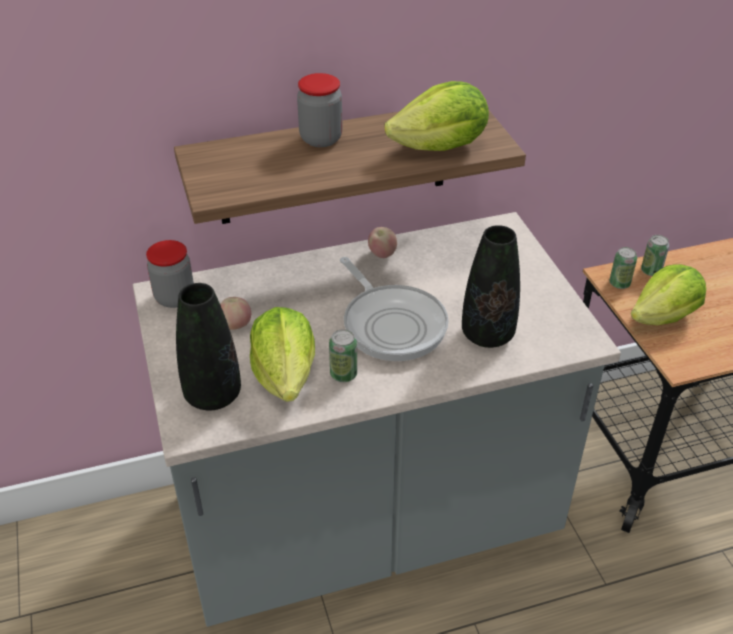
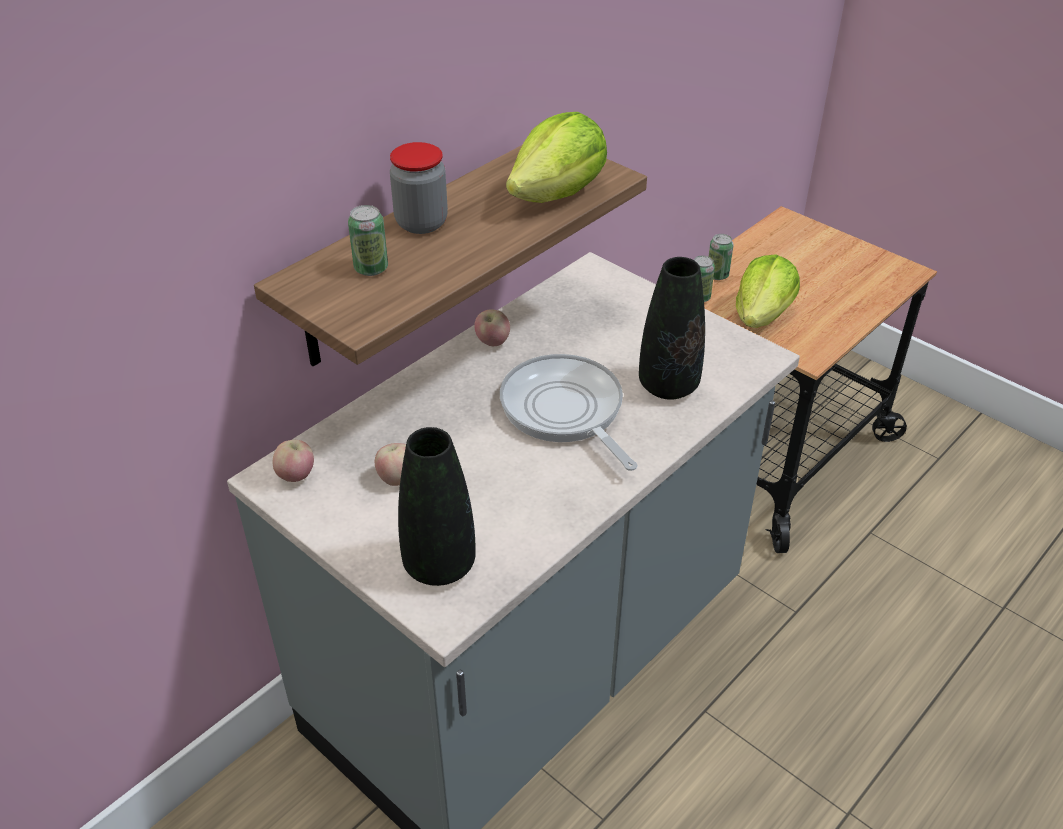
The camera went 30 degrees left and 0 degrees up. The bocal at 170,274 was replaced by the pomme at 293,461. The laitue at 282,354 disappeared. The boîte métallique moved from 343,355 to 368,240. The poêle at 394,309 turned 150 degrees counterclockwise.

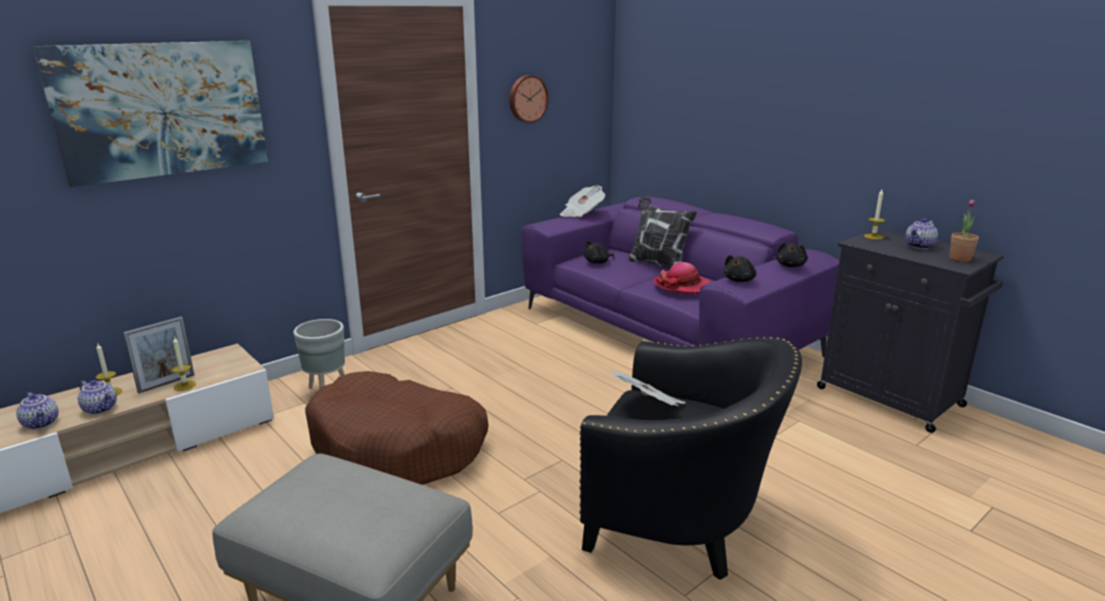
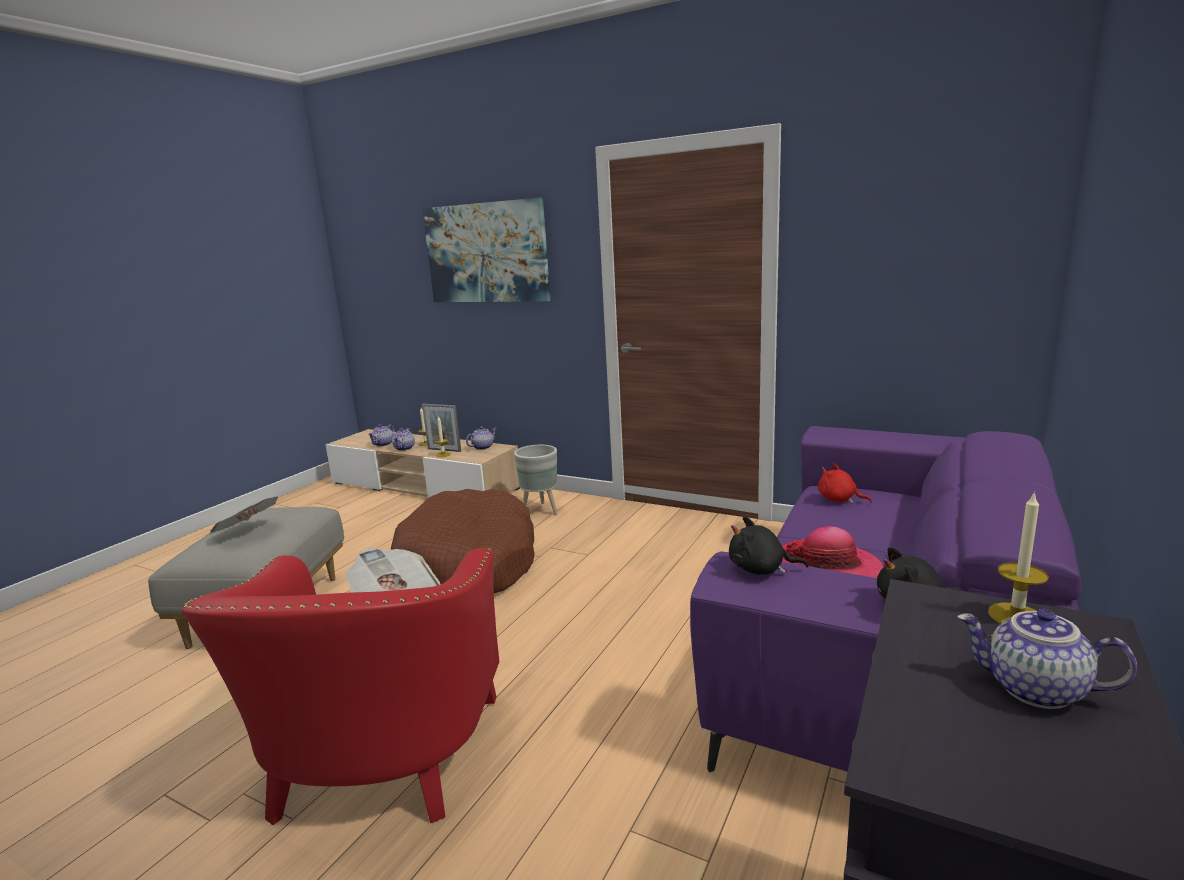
The camera went 70 degrees right and 5 degrees down. The horloge murale at 529,99 disappeared. The journal moved from 582,201 to 243,515. The fauteuil/noir at 690,458 became the fauteuil/rouge at 340,686. The peluche/noir at 599,252 became the peluche/rouge at 845,483. The coussin at 663,233 disappeared. The plante en pot at 964,230 disappeared. The théière at 481,438 appeared.

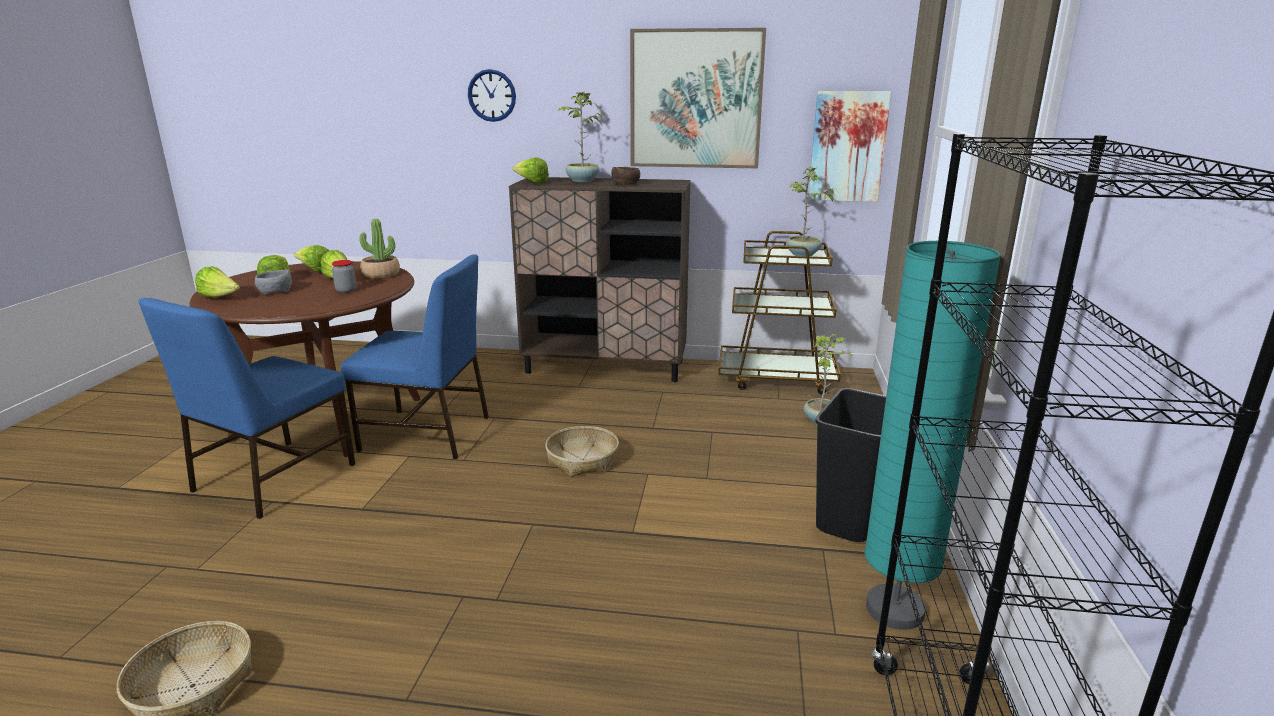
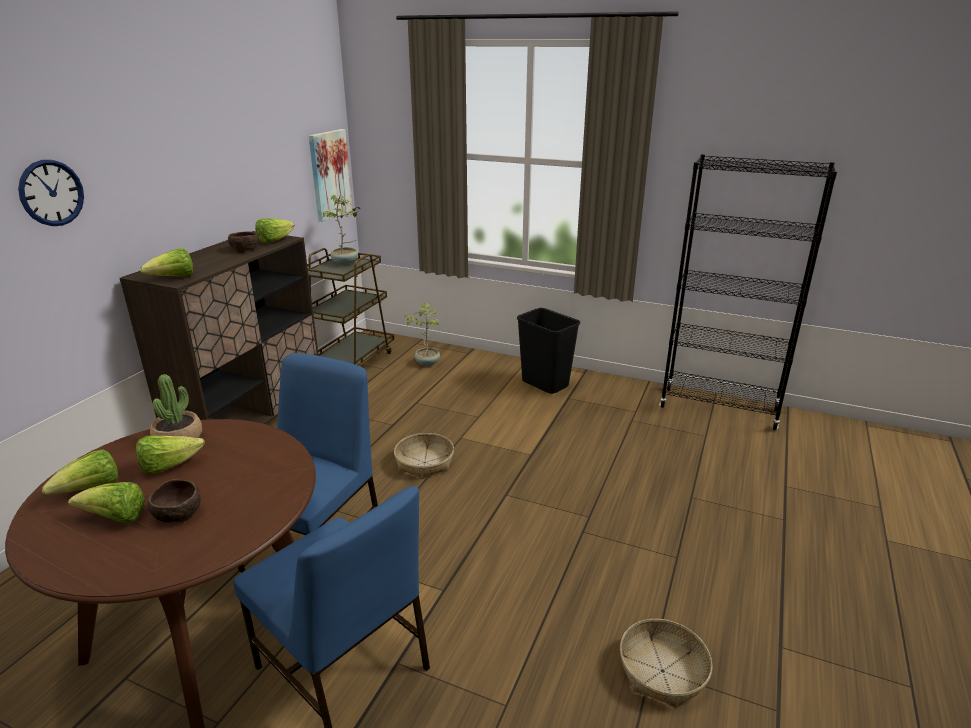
The camera went 75 degrees left and 5 degrees up. The laitue moved from 217,282 to 275,230. The bol/gris at 273,281 became the bol/marron at 174,501. The bocal at 344,276 disappeared. The plante en pot at 581,137 disappeared. The tableau at 698,98 disappeared. The lampadaire/turquoise at 932,435 disappeared.

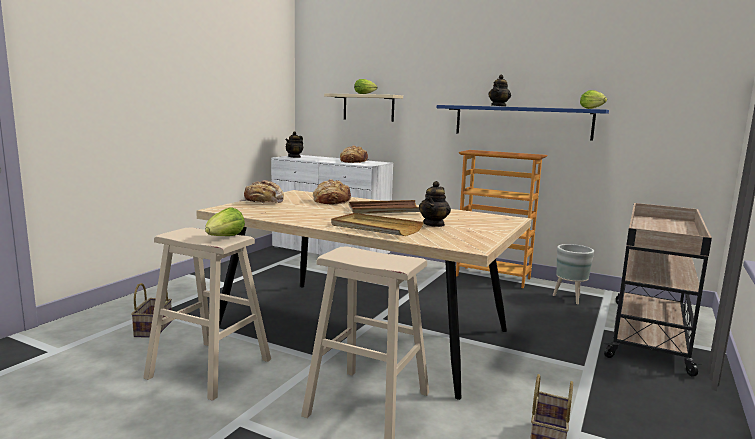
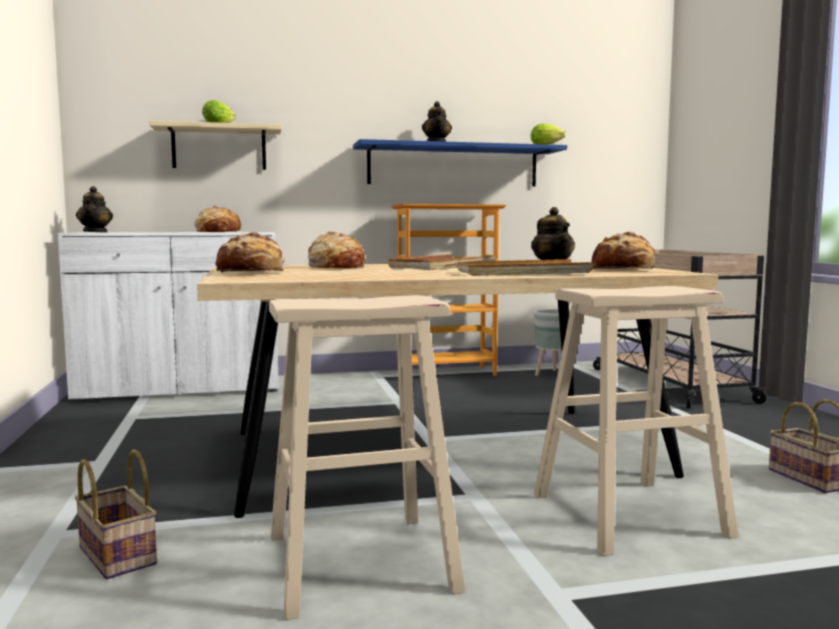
The camera went 40 degrees left and 5 degrees down. The laitue at 225,221 disappeared. The pain at 623,250 appeared.

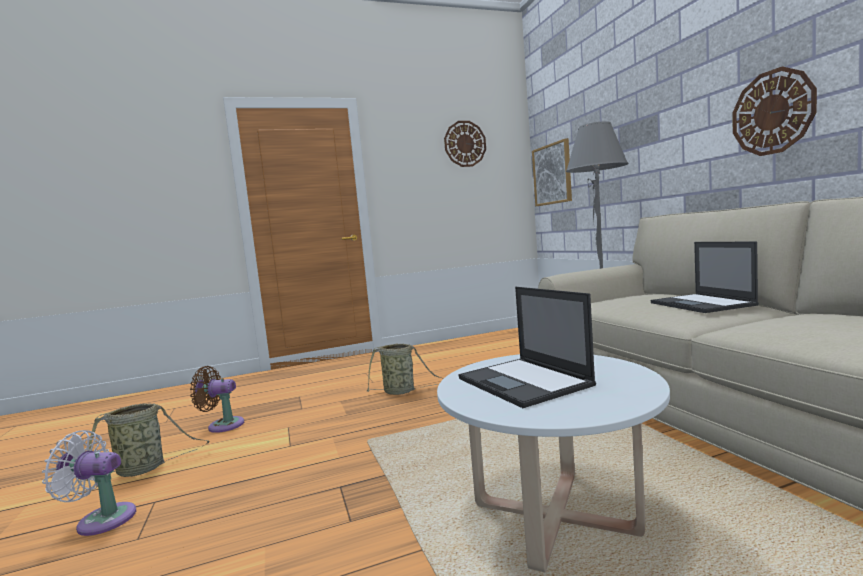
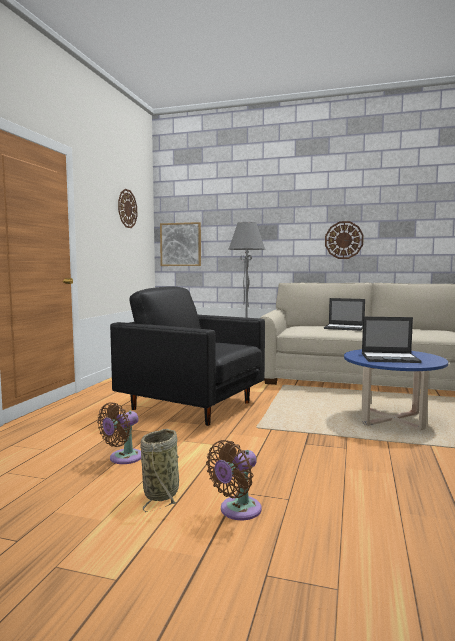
The camera went 55 degrees left and 0 degrees up. The ventilateur/blanc at 89,483 became the ventilateur/marron at 234,480. The panier at 405,369 was replaced by the fauteuil/noir at 187,356. The table basse/blanc at 553,463 became the table basse/bleu at 396,390.

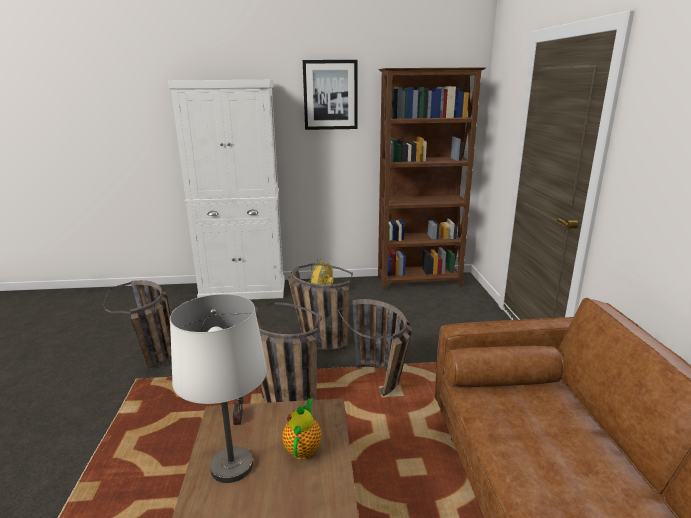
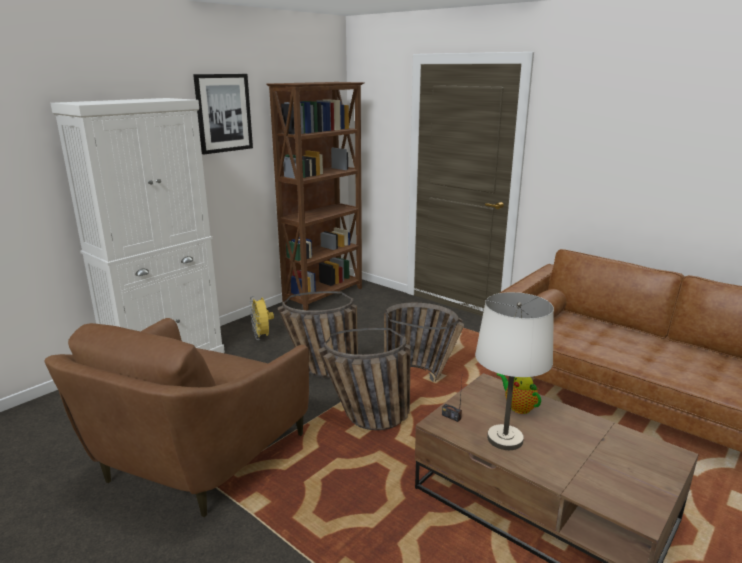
The camera went 45 degrees left and 0 degrees up. The panier at 137,324 was replaced by the fauteuil/marron at 177,417.

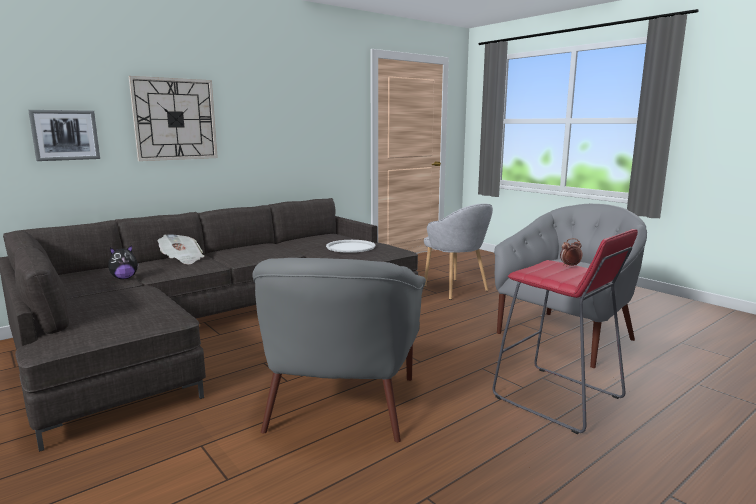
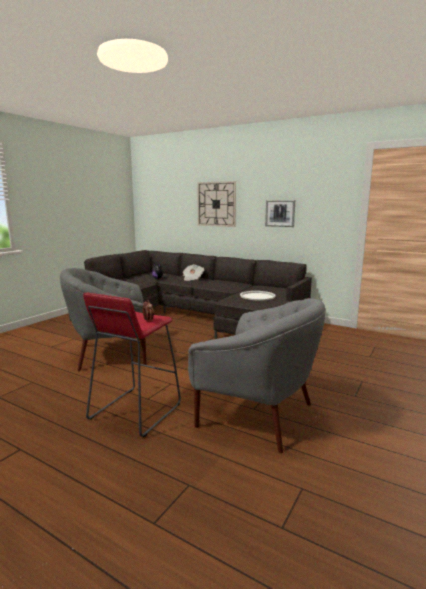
The camera went 70 degrees right and 0 degrees up. The tableau moved from 64,135 to 280,213. The fauteuil/gris at 458,251 disappeared.

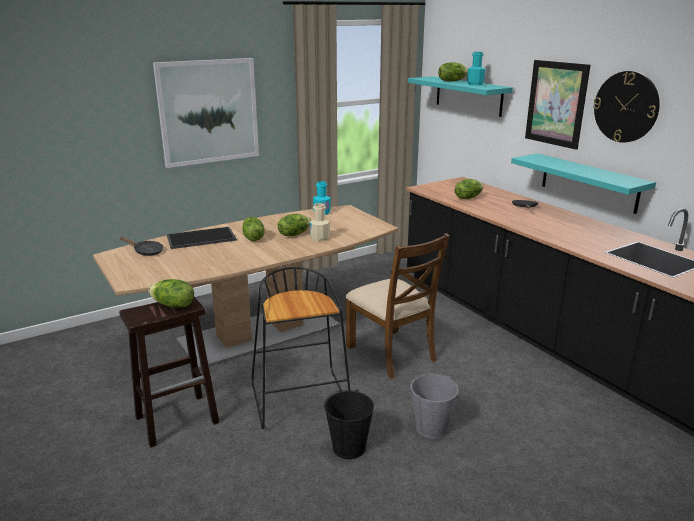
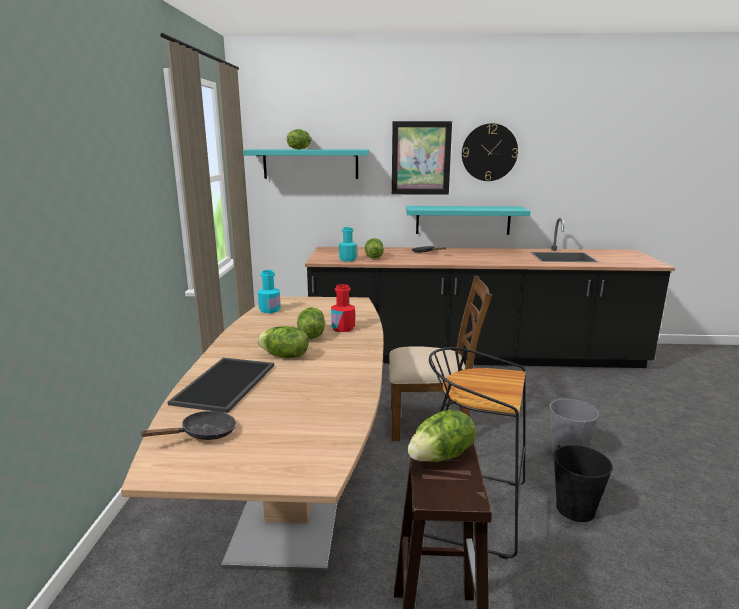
The camera went 55 degrees left and 5 degrees down. The tableau at 206,113 disappeared. The bouteille/beige at 320,222 became the bouteille/rouge at 343,308. The bouteille/turquoise moved from 476,69 to 348,244.

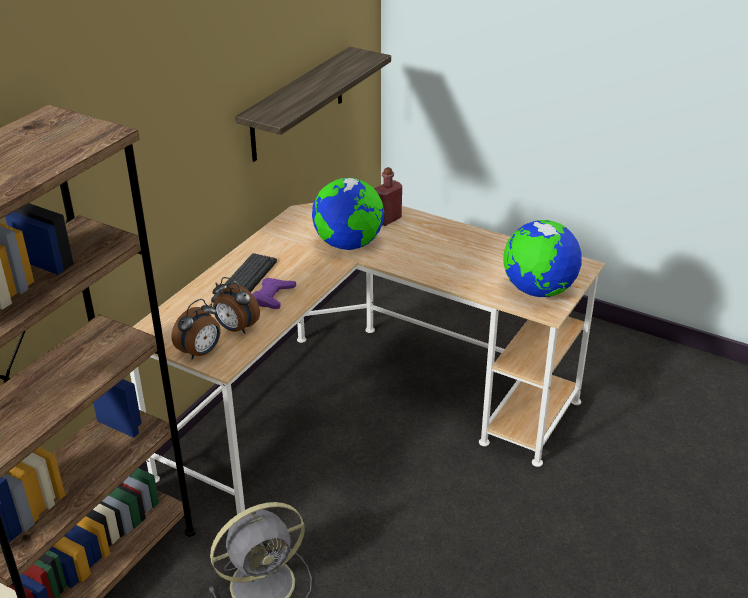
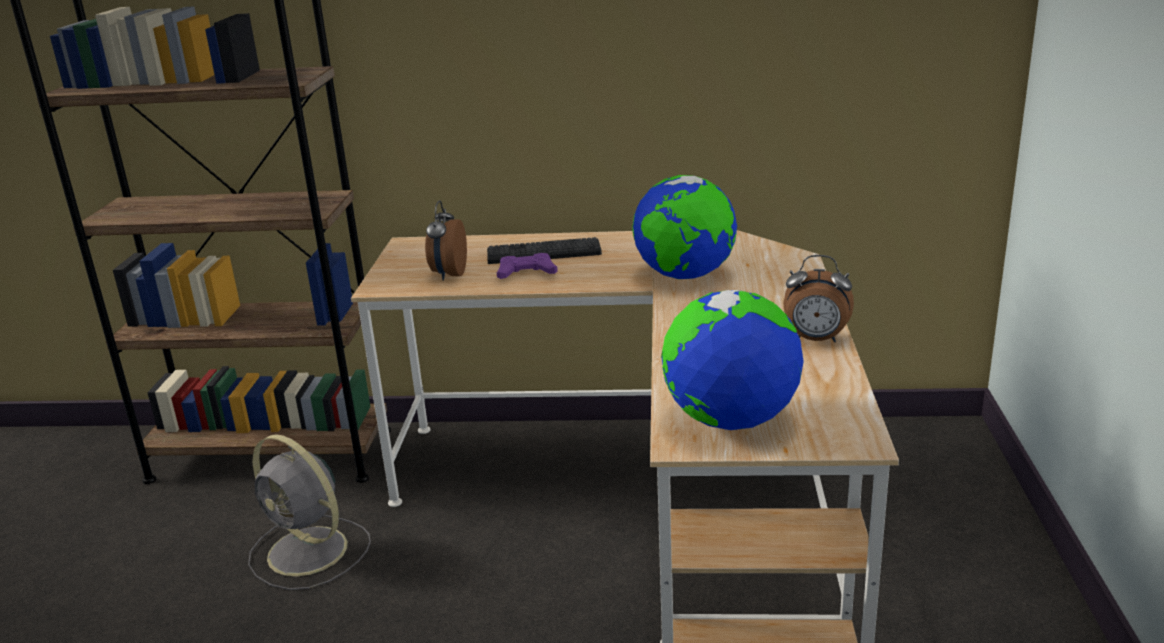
The camera went 65 degrees right and 10 degrees down. The réveil moved from 195,329 to 818,298. The étagère at 313,104 disappeared. The bouteille/rouge at 388,196 disappeared.

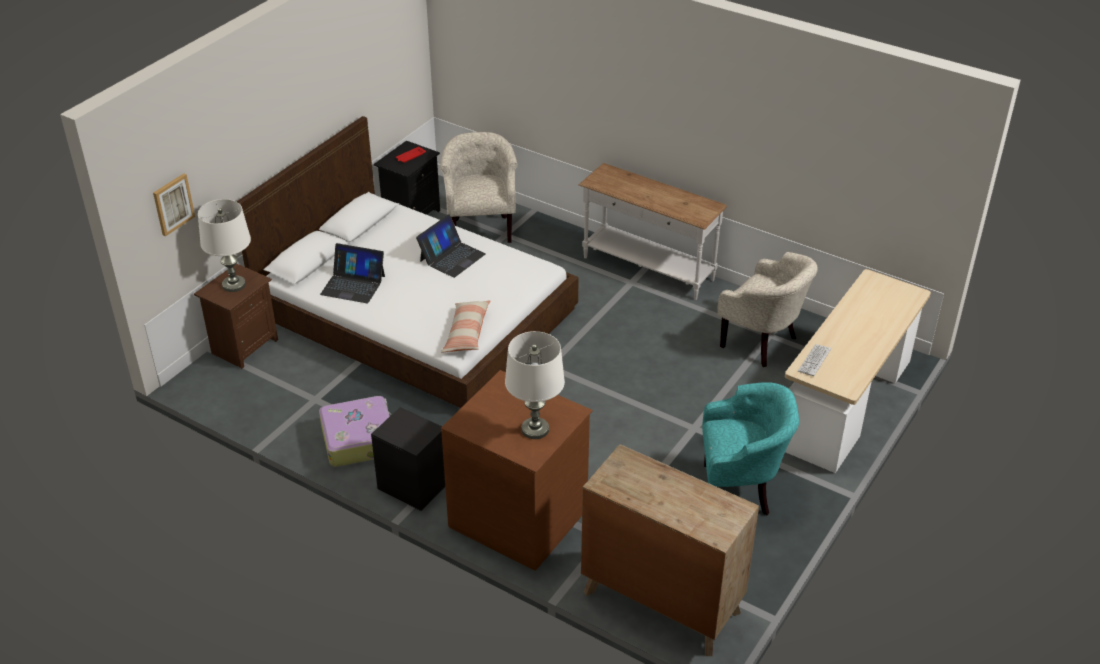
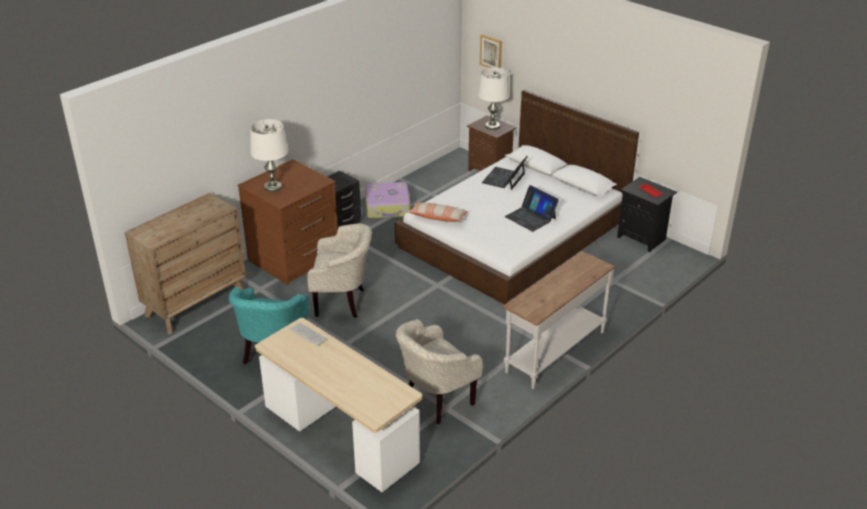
The camera went 100 degrees right and 5 degrees down. The fauteuil/beige moved from 479,187 to 339,271.

